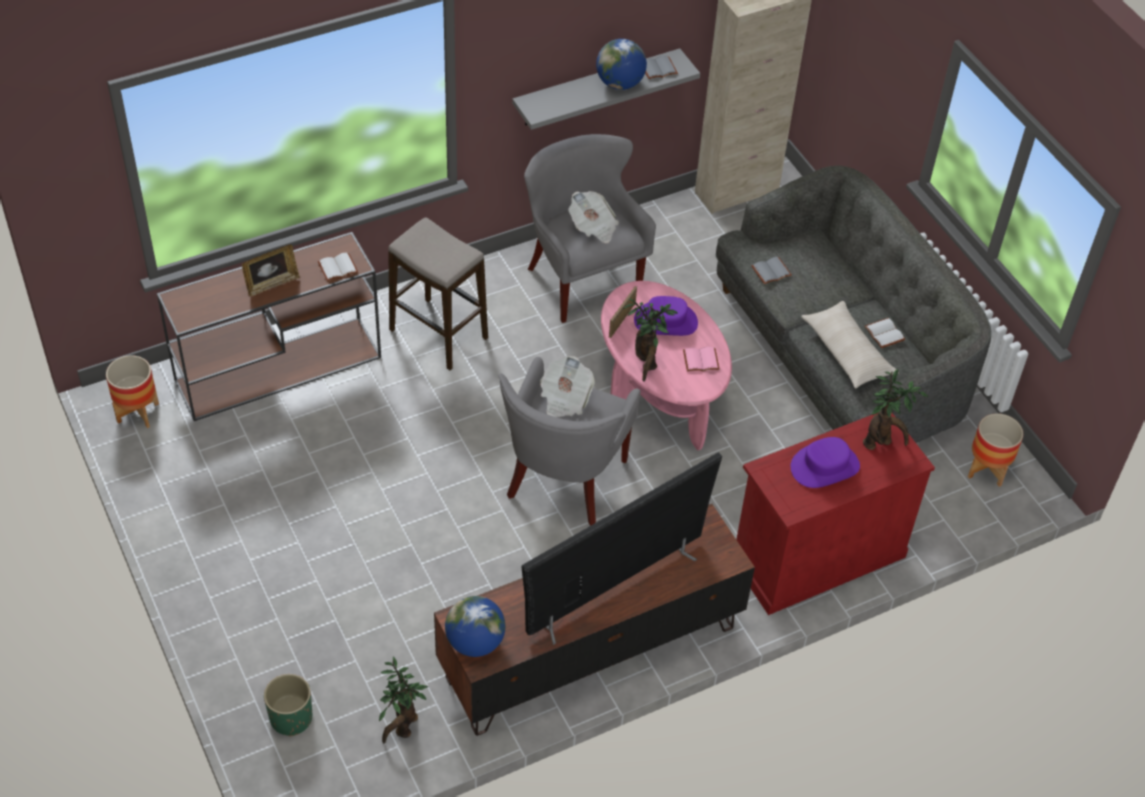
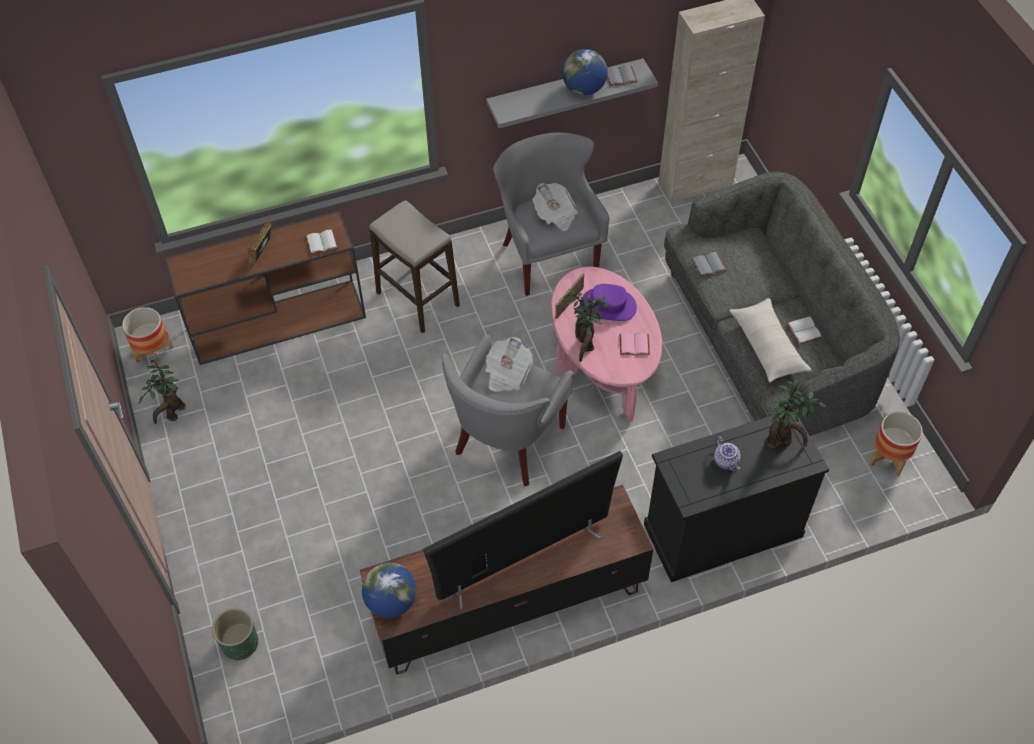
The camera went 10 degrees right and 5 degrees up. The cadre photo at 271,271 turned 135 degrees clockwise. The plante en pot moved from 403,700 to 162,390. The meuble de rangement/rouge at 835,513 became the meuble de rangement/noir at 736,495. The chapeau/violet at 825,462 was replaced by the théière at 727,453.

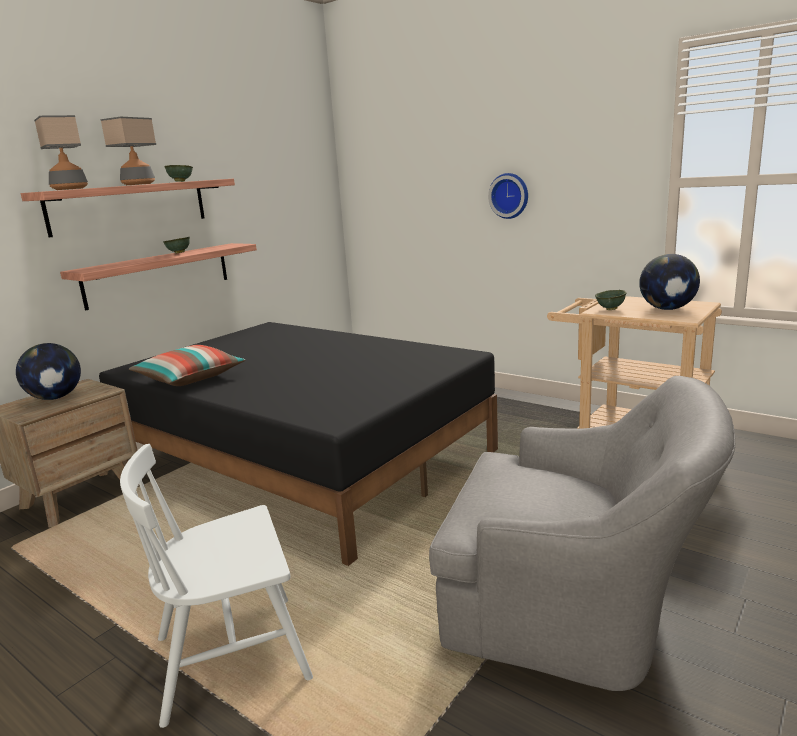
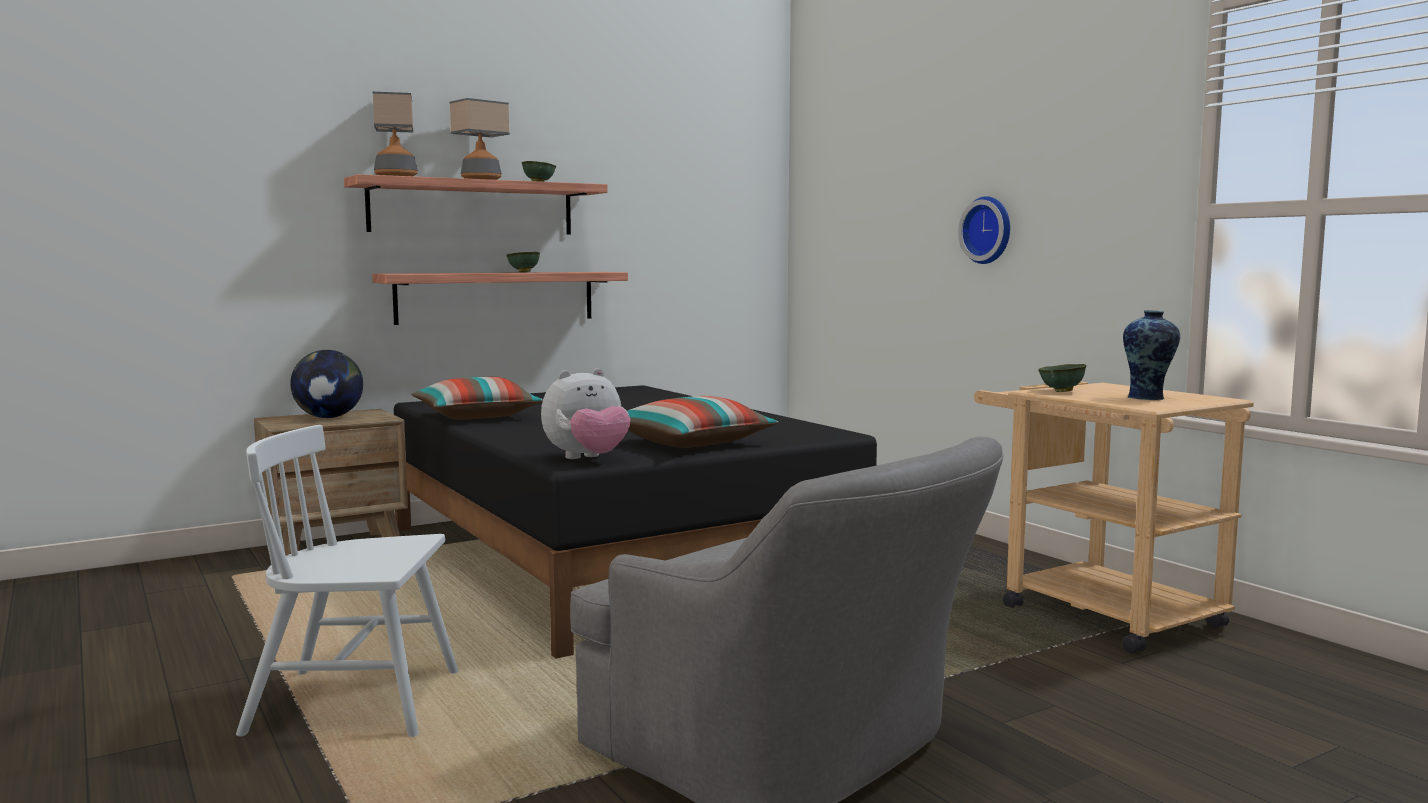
The camera went 20 degrees right and 10 degrees down. The globe at 669,282 was replaced by the vase at 1151,355. The peluche at 585,413 appeared. The coussin at 702,422 appeared.

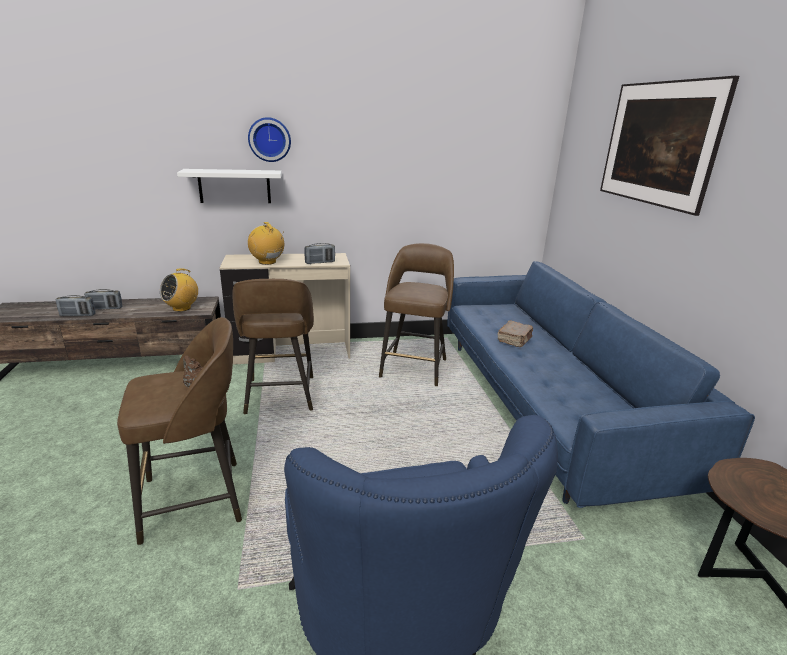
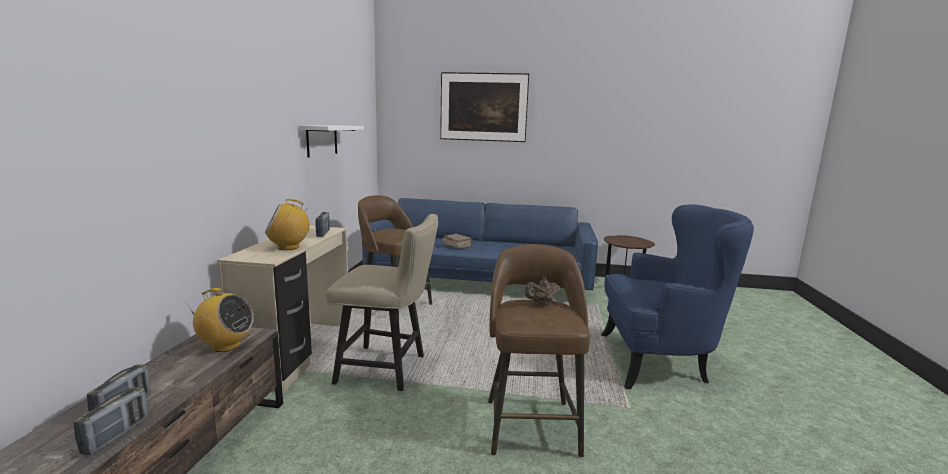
The camera went 70 degrees left and 10 degrees down. The radio at 179,290 turned 45 degrees counterclockwise. The étagère/blanc moved from 229,186 to 332,141. The tabouret/marron at 273,346 was replaced by the chaise/beige at 382,302. The horloge murale at 269,139 disappeared.

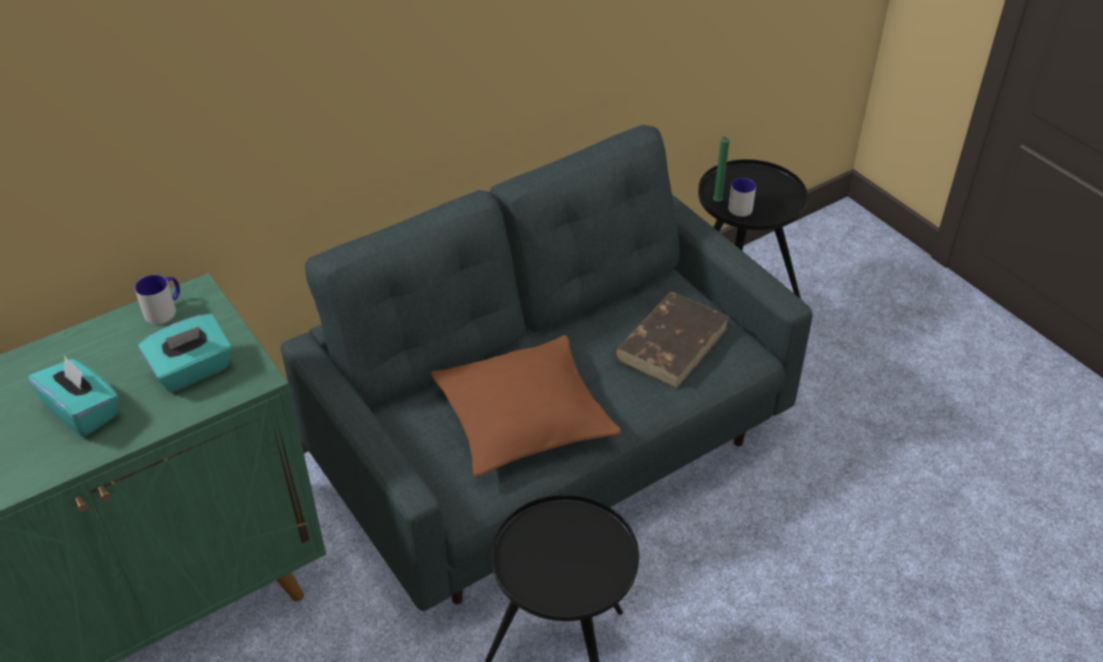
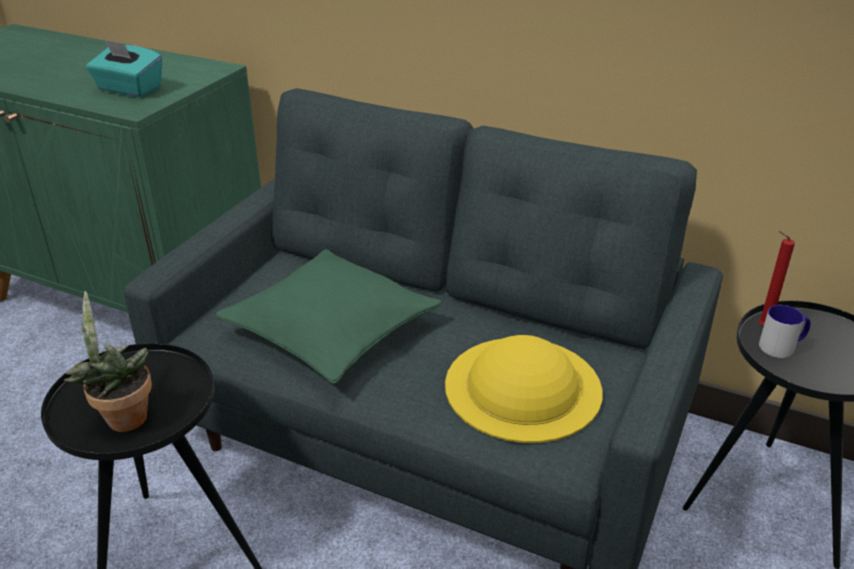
The camera went 60 degrees right and 10 degrees down. The boîte à mouchoirs/turquoise at 73,396 disappeared. The mug at 157,299 disappeared. The coussin/marron at 526,406 became the coussin/vert at 328,316. The livre/marron at 671,340 was replaced by the chapeau/jaune at 524,389. The bougie/vert at 721,169 became the bougie/rouge at 777,279. The plante en pot at 108,361 appeared.

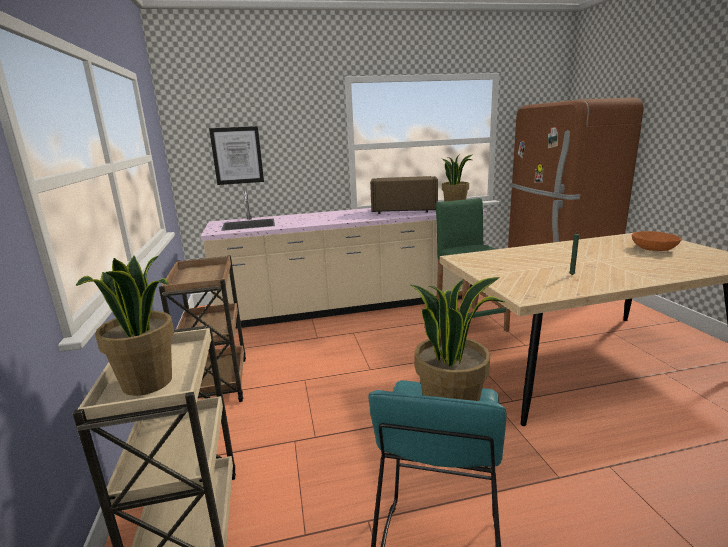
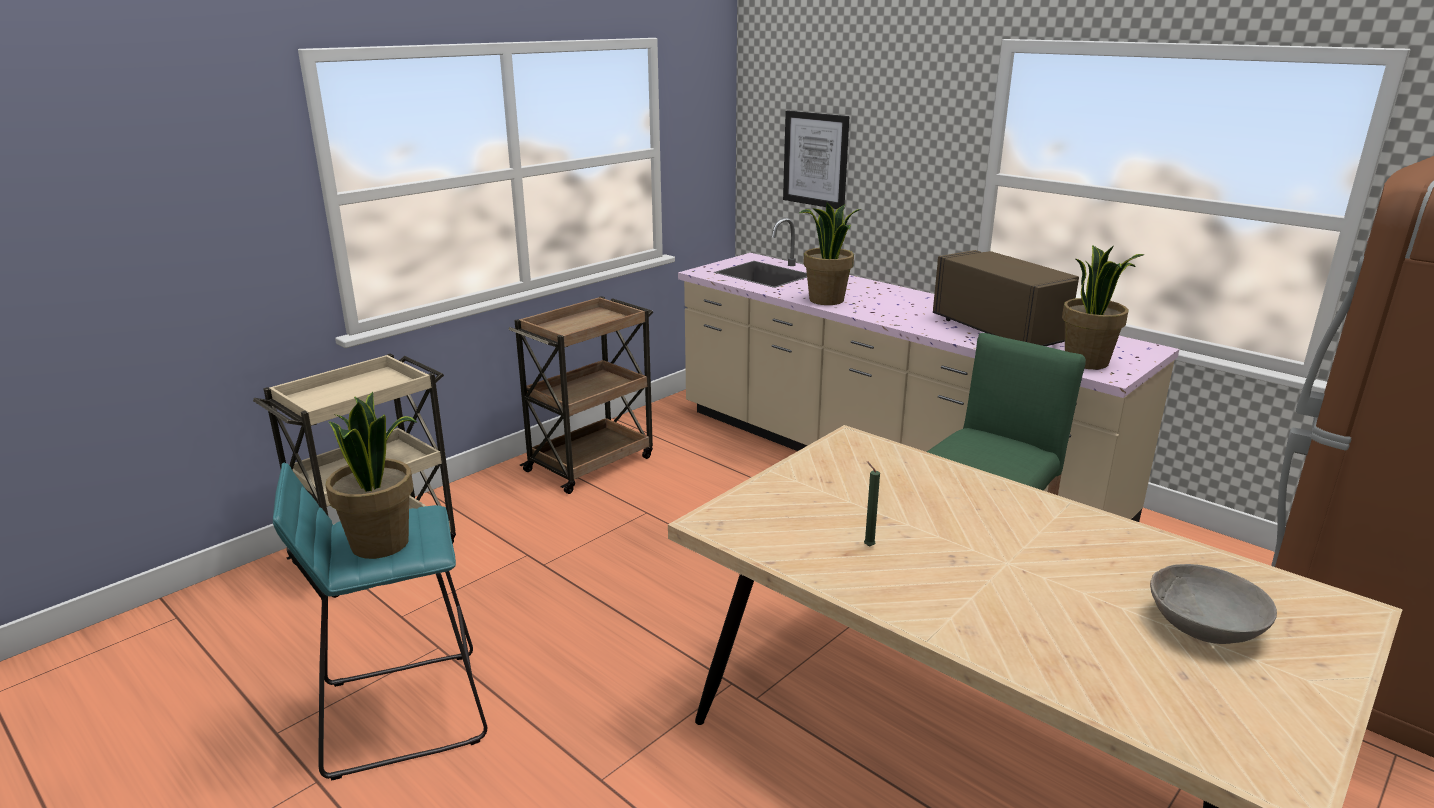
The camera went 55 degrees right and 5 degrees up. The plante en pot moved from 124,325 to 830,253. The bol/orange at 657,241 became the bol/gris at 1213,604.

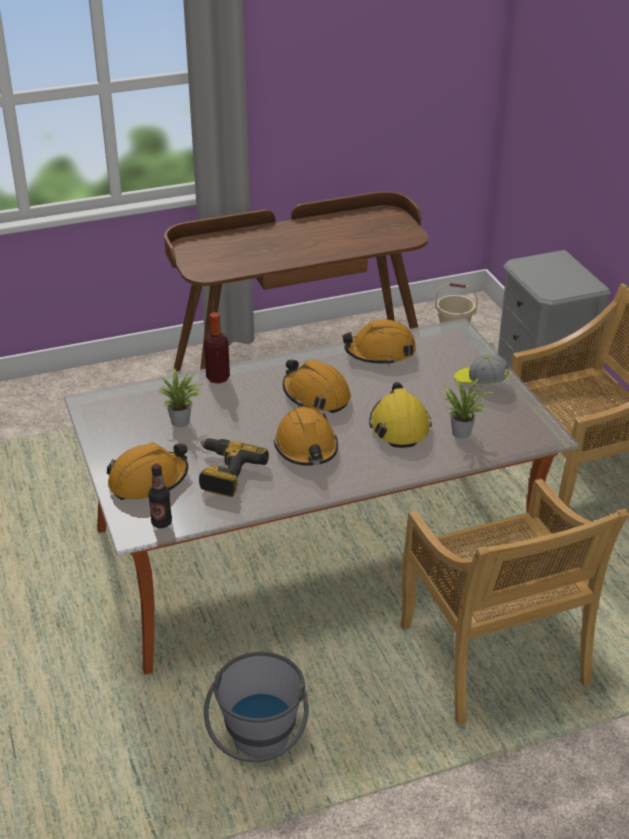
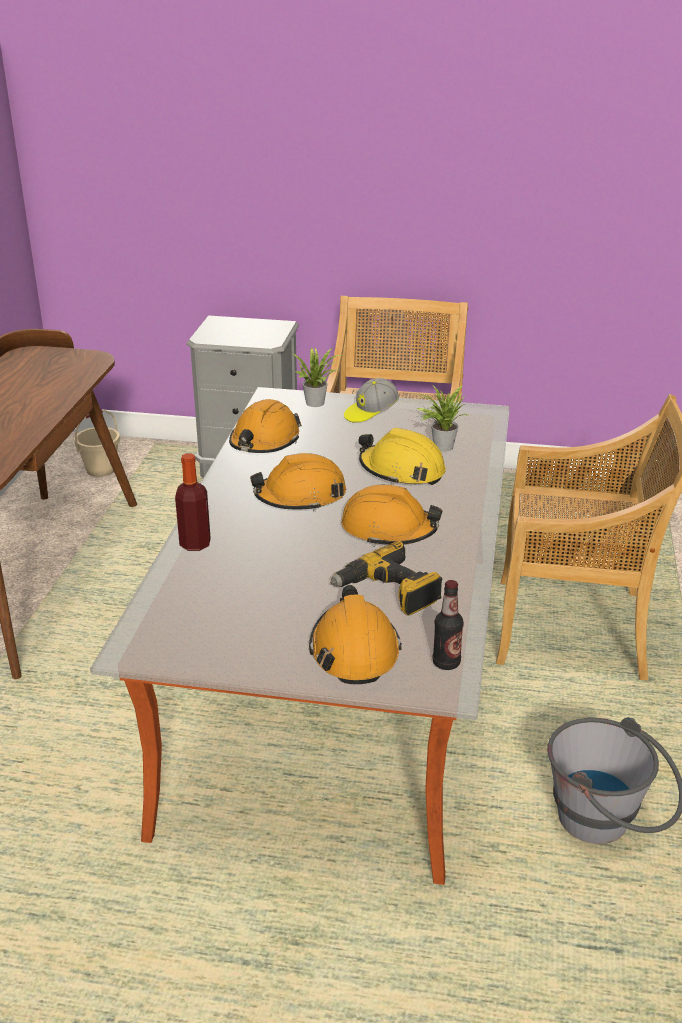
The camera went 60 degrees left and 5 degrees down. The plante en pot moved from 180,397 to 316,377.

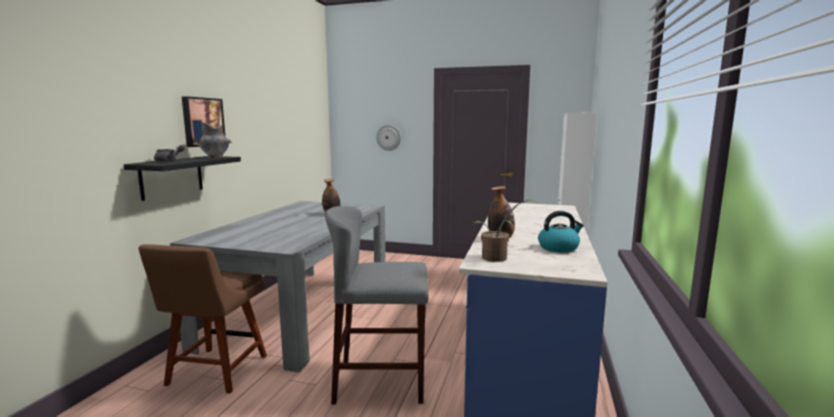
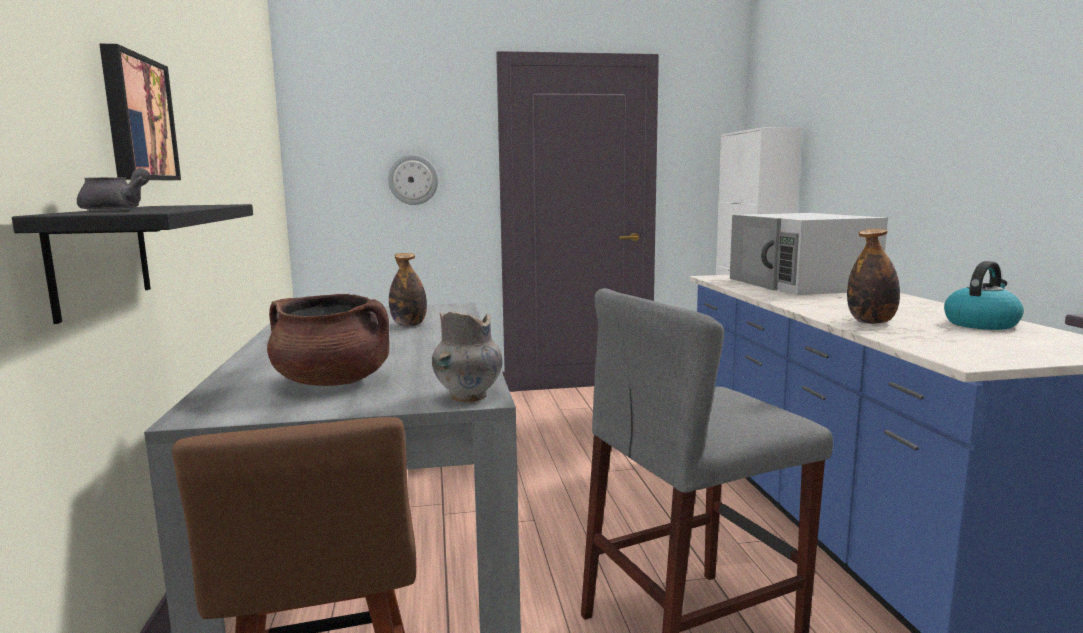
The camera went 25 degrees left and 0 degrees up. The vase/gris moved from 214,140 to 467,356. The plante en pot at 505,231 disappeared. The marmite/marron at 328,340 appeared. The micro-ondes/blanc at 809,254 appeared.

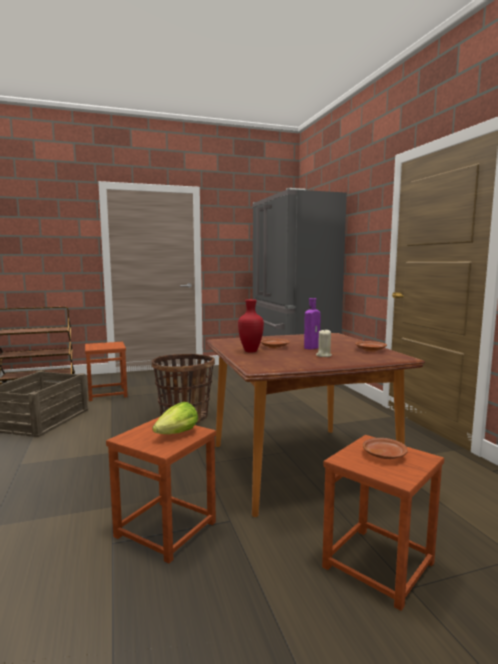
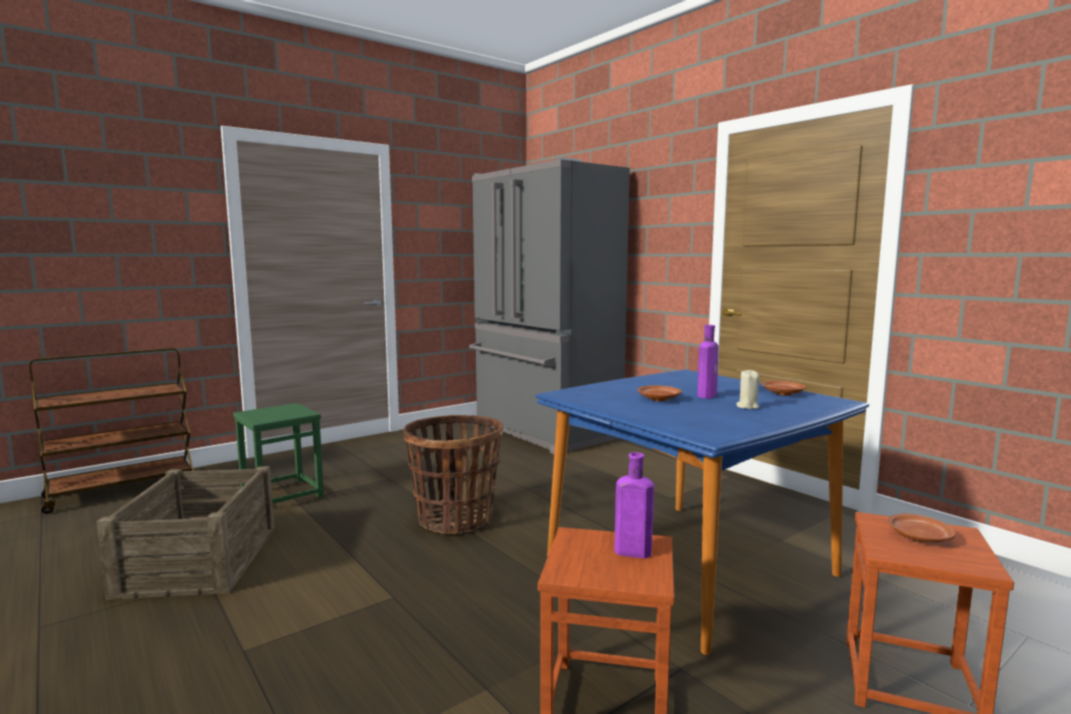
The camera went 20 degrees left and 0 degrees up. The tabouret/marron at 106,371 became the tabouret/vert at 278,453. The laitue at 175,418 was replaced by the bouteille/violet at 634,505. The table à manger/marron at 316,425 became the table à manger/bleu at 702,512. The vase/rouge at 251,326 disappeared.

